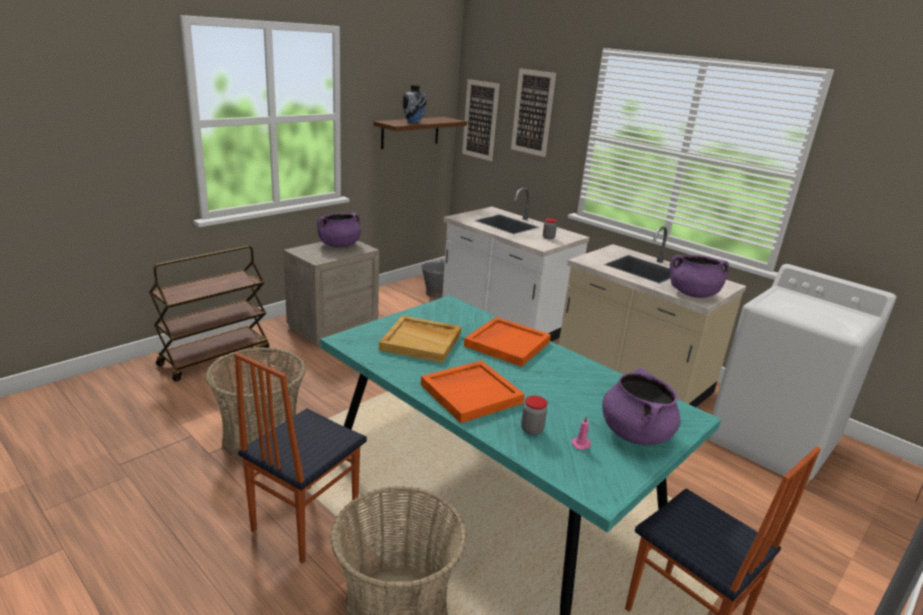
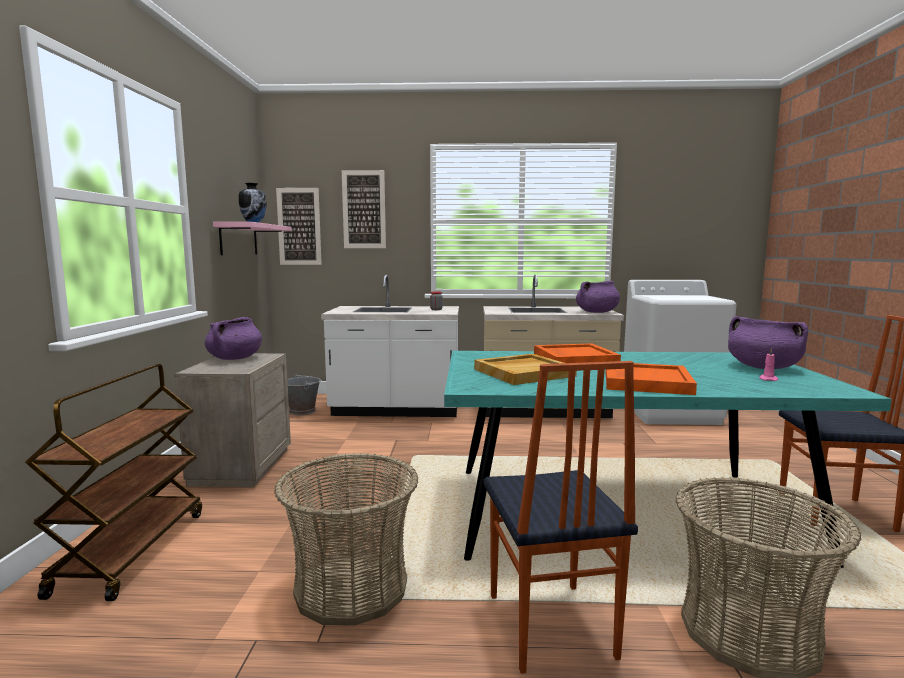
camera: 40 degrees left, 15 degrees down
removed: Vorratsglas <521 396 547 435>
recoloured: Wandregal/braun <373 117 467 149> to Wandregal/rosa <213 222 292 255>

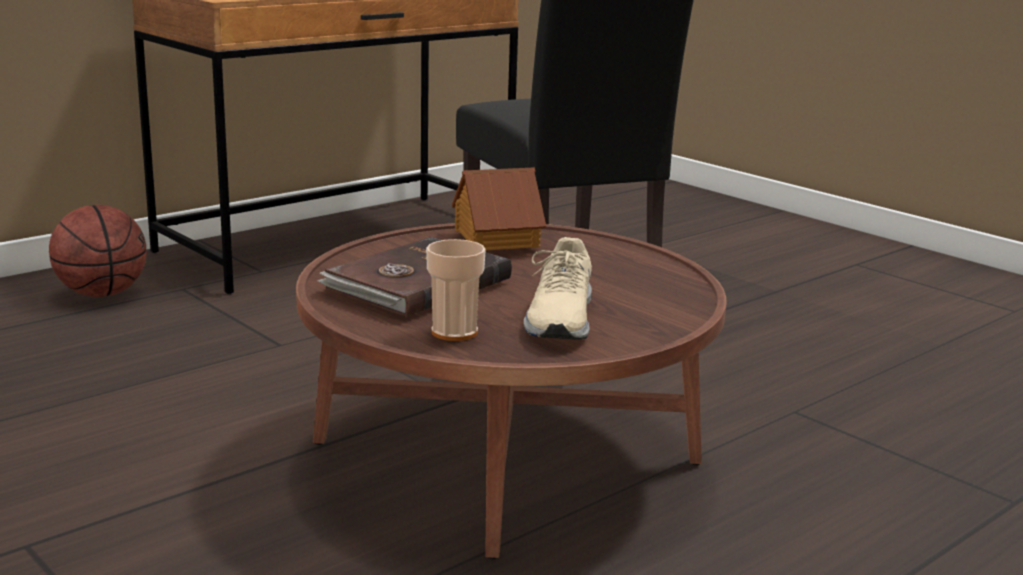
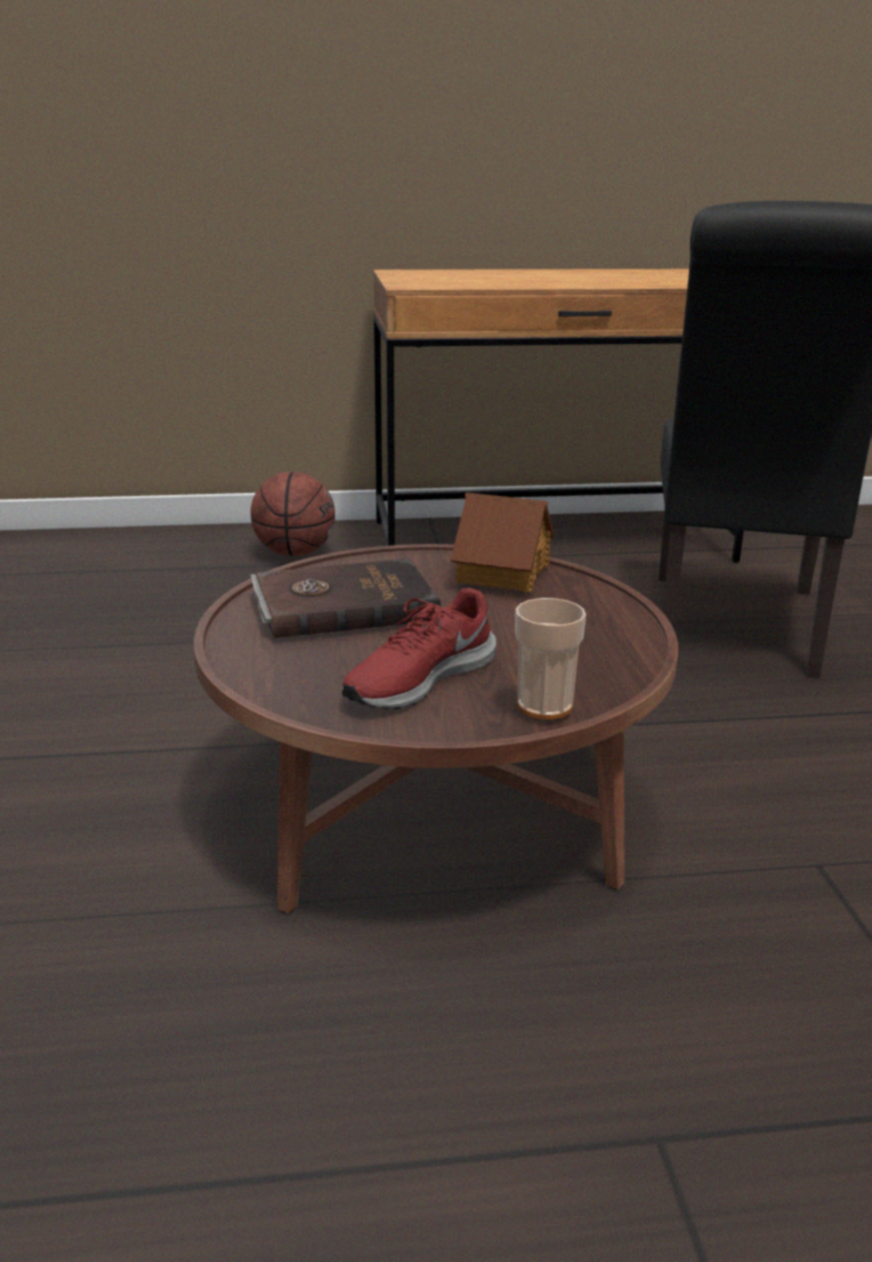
camera: 35 degrees right, 5 degrees up
moved: Tasse <426 239 486 341> to <515 598 586 719>
recoloured: Schuh/beige <524 237 592 340> to Schuh/rot <342 588 496 709>

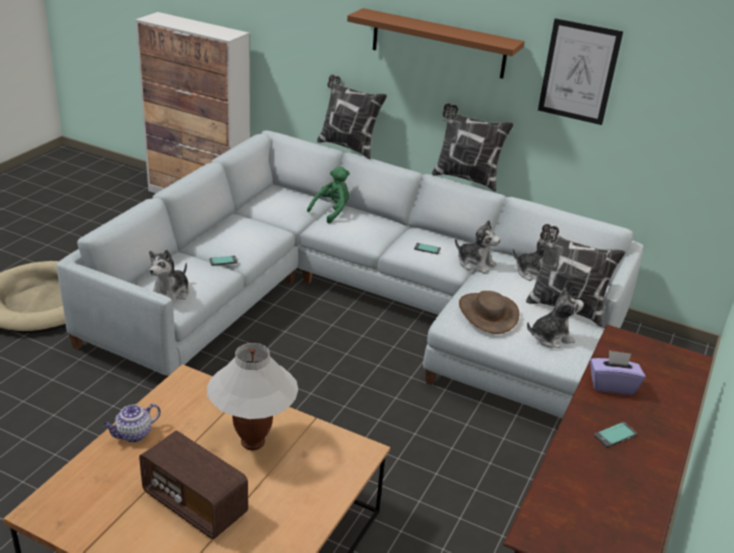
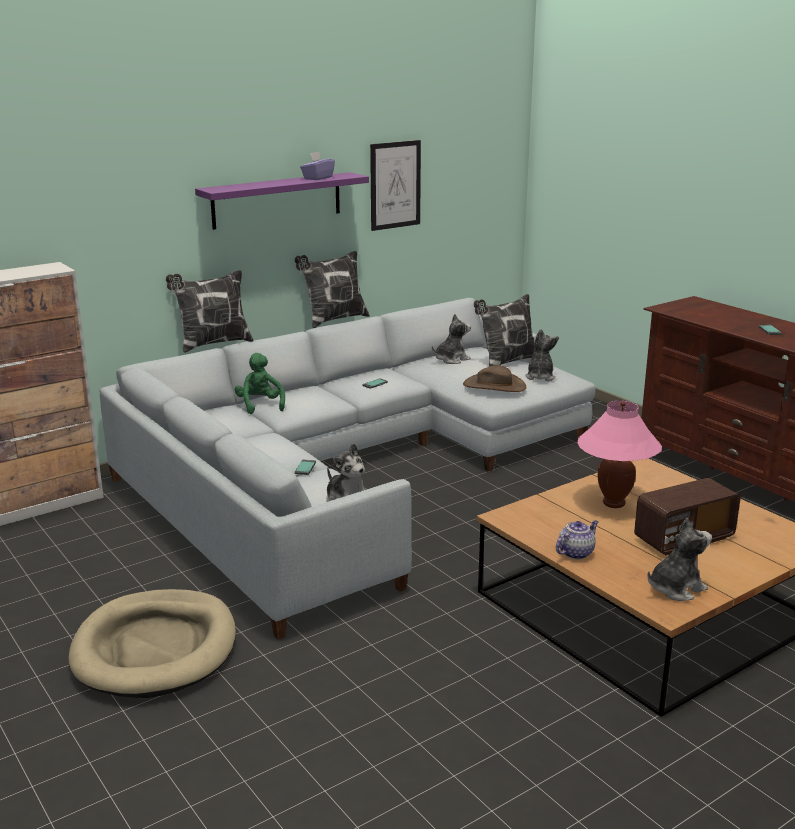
camera: 60 degrees left, 10 degrees down
moved: Taschentuchbox/lila <590 350 645 395> to <300 152 335 180>; Plüschtier <455 220 501 274> to <648 517 712 601>
recoloured: Wandregal/braun <347 8 524 79> to Wandregal/lila <195 172 369 230>; Tischlampe/weiß <207 343 298 450> to Tischlampe/rosa <577 401 662 508>
turned: Teekanne <103 404 161 442> = <556 520 598 559> 120 degrees counterclockwise

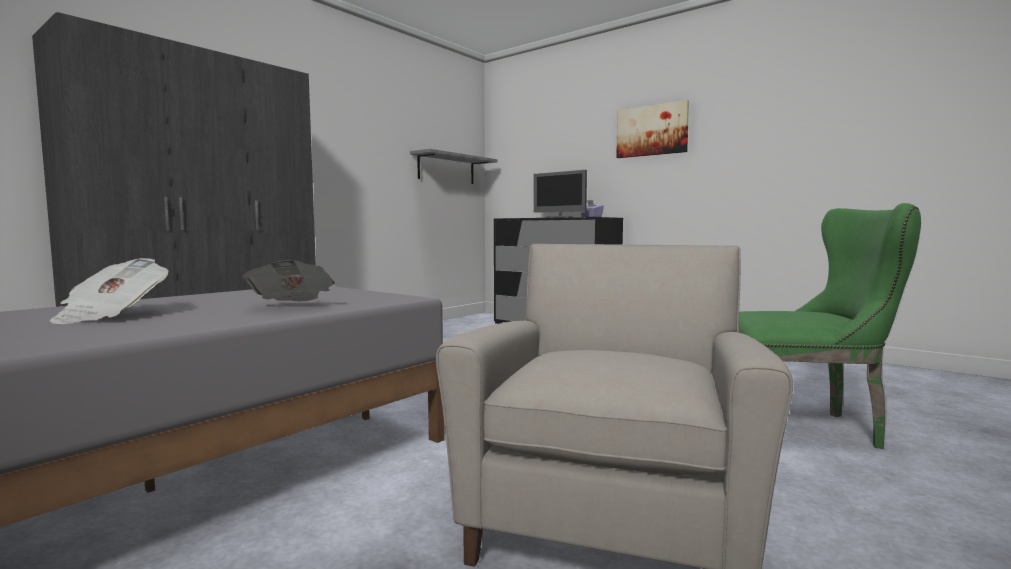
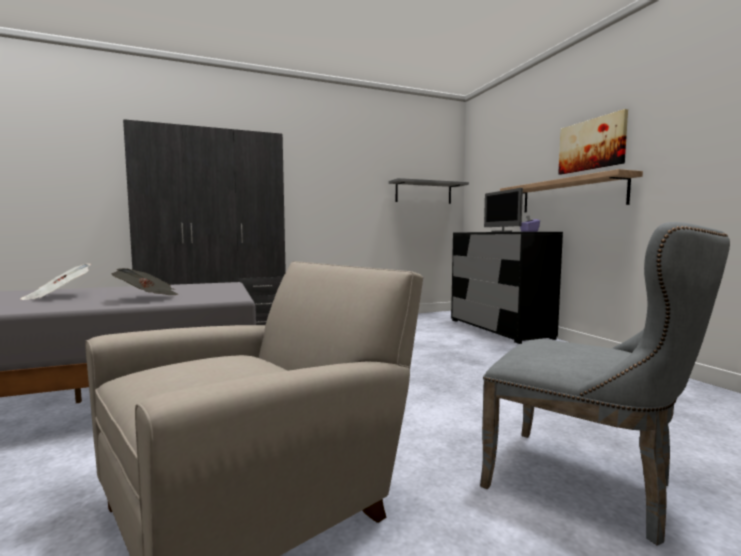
camera: 30 degrees right, 0 degrees up
added: Wandregal <500 169 643 212>
recoloured: Stuhl/grün <739 203 921 449> to Stuhl/grau <480 222 730 546>

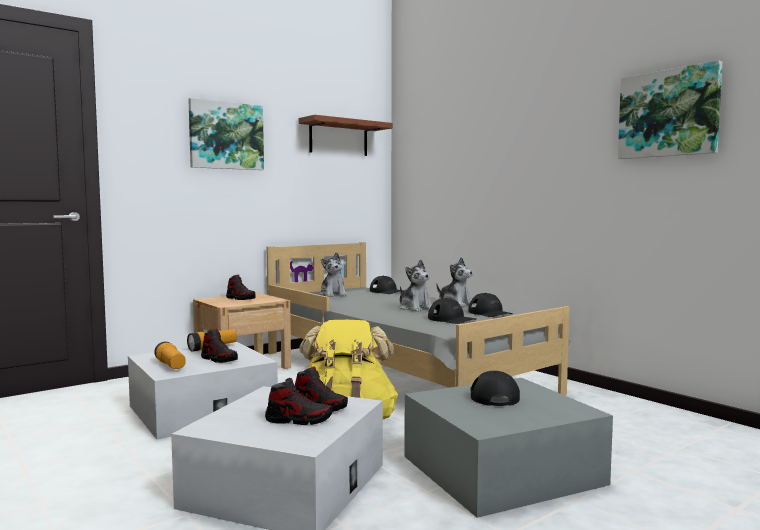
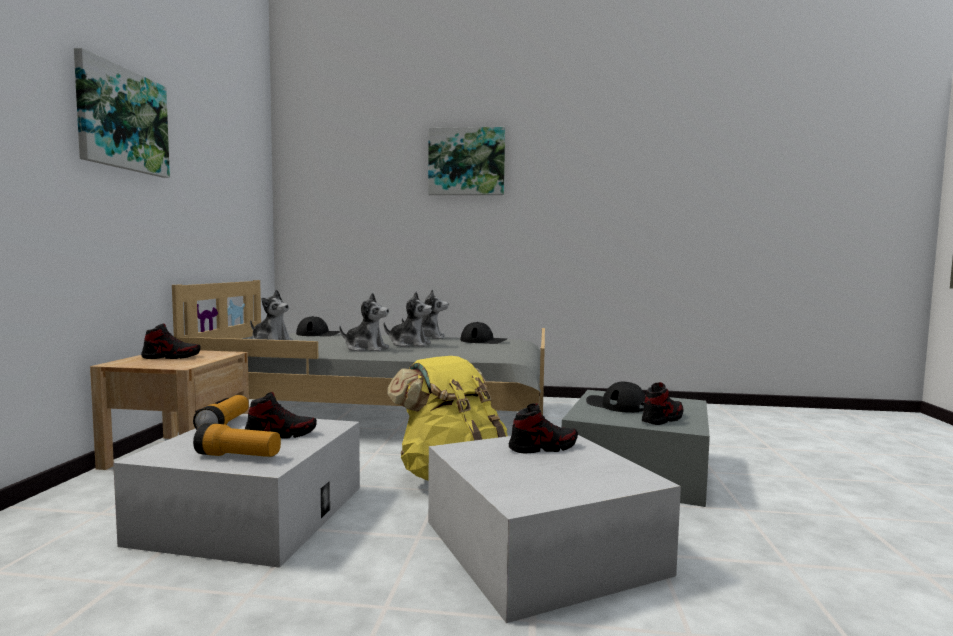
camera: 45 degrees left, 0 degrees up
removed: Wandregal/braun <298 115 393 156>; Kappe/schwarz <428 298 477 324>
added: Plüschtier <339 293 389 352>
moved: Bild <618 61 722 159> to <428 127 505 195>; Schuh <265 378 333 425> to <642 382 683 425>

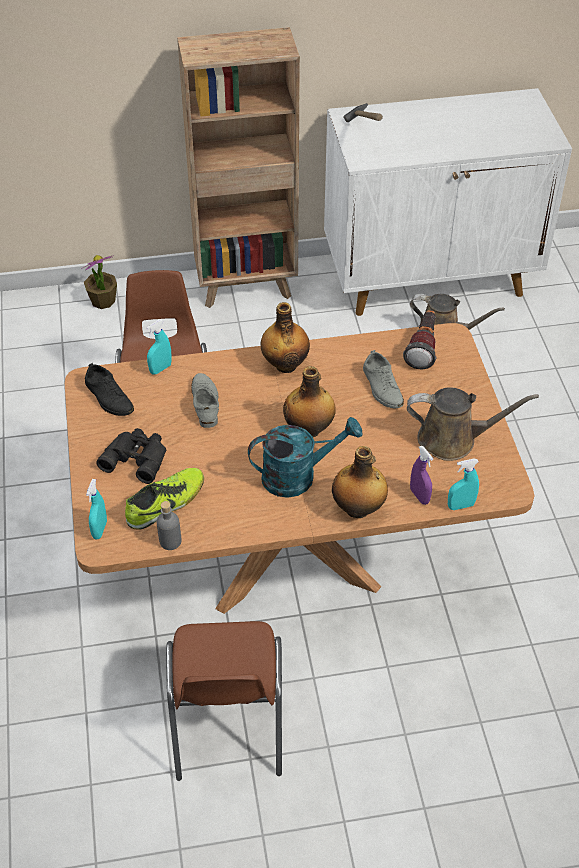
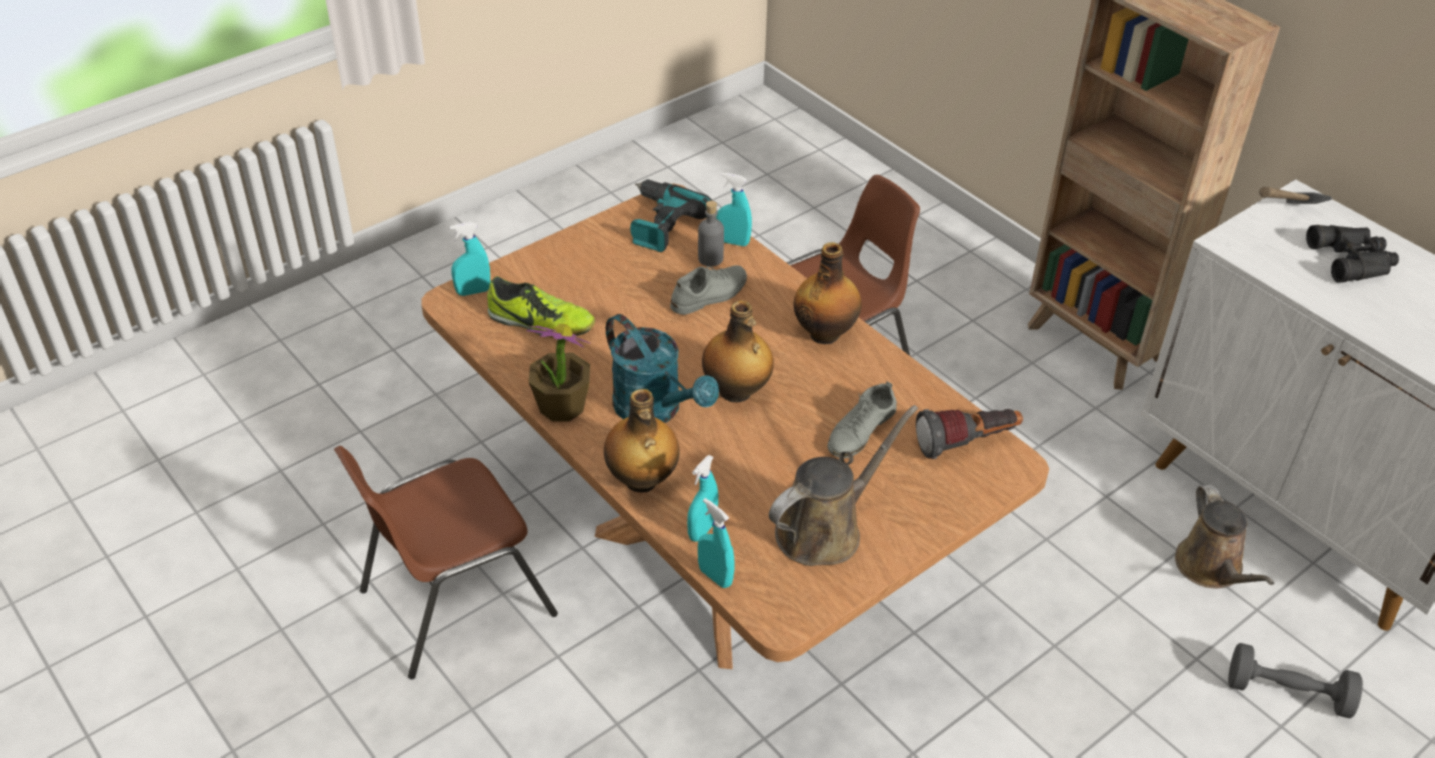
camera: 60 degrees right, 5 degrees down
added: Hantel/grau <1228 643 1363 718>
moved: Topfpflanze <81 255 117 309> to <527 324 590 422>; Flasche/grau <157 501 182 550> to <698 201 724 267>; Fernglas/schwarz <96 428 167 484> to <1306 225 1399 283>
replaced: Schuh/schwarz <85 363 134 416> to Bohrmaschine <630 179 712 252>
recoloured: Sprühflasche/lila <410 446 433 505> to Sprühflasche/türkis <687 455 718 542>
turned: Gießkanne/braun <407 387 539 461> = <769 405 918 566> 105 degrees counterclockwise

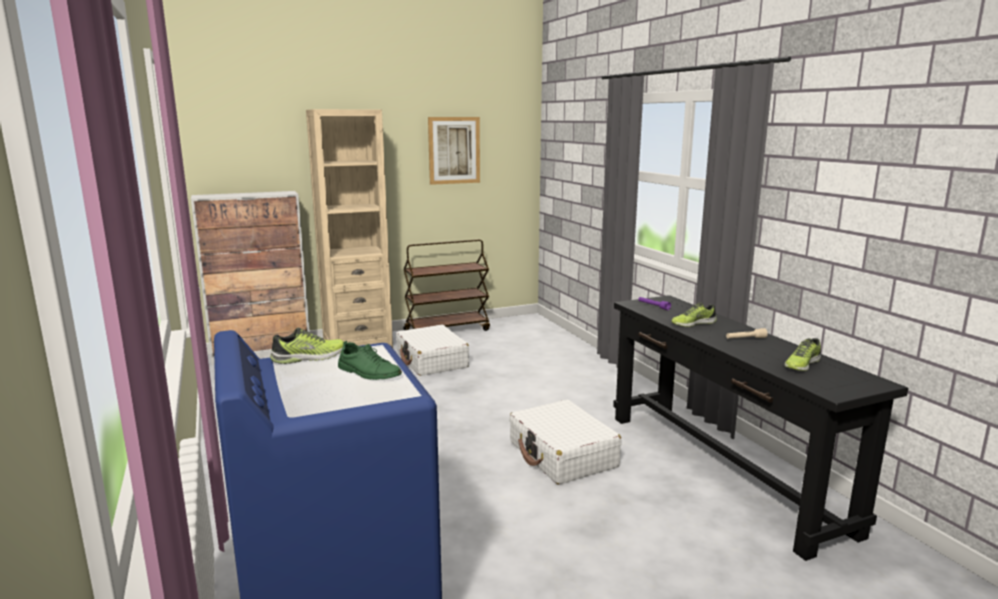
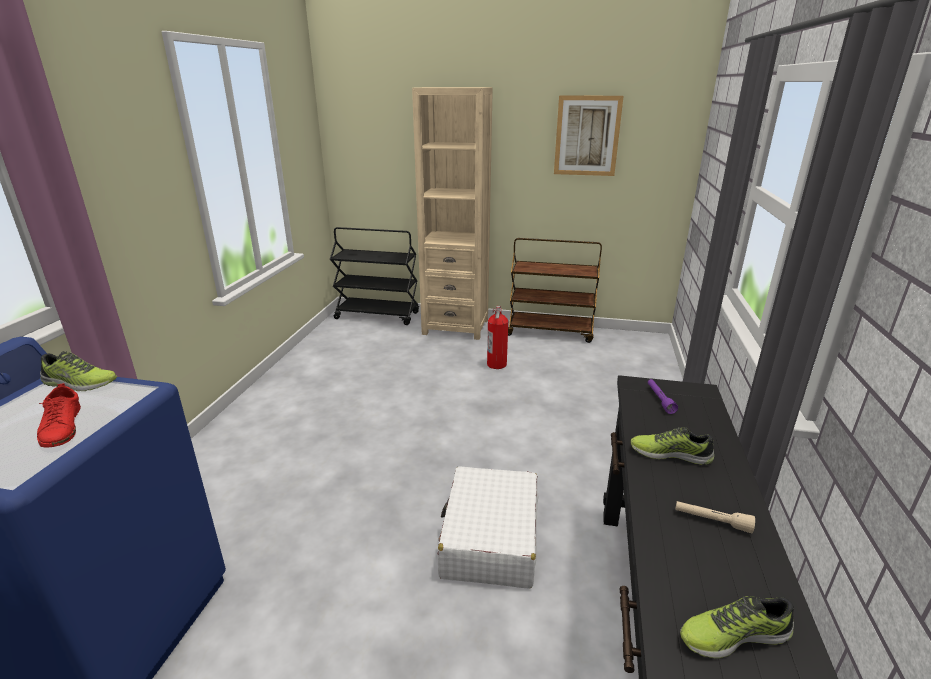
camera: 35 degrees right, 10 degrees up
replaced: Schrank <191 191 310 365> to Rollwagen/schwarz <330 227 419 325>; Koffer/weiß <396 325 469 376> to Feuerlöscher <487 306 508 369>
recoloured: Schuh/grün <338 341 402 380> to Schuh/rot <37 383 81 448>

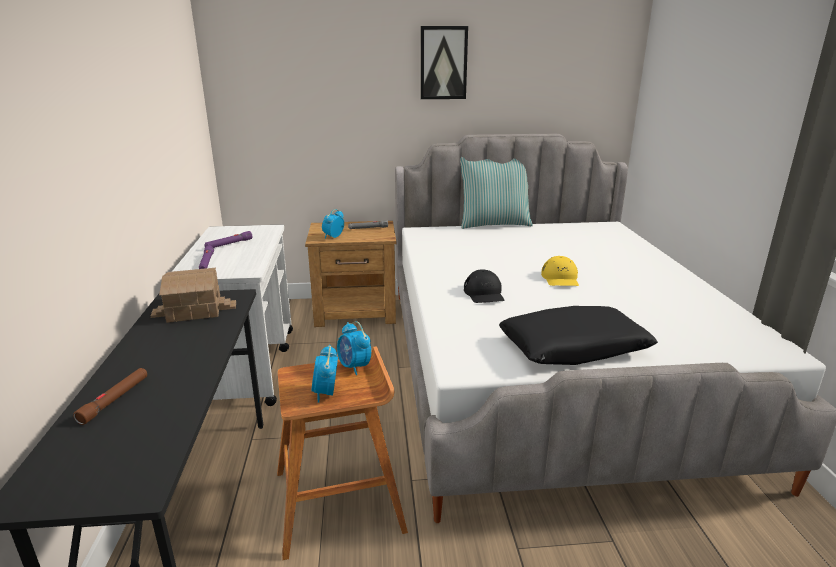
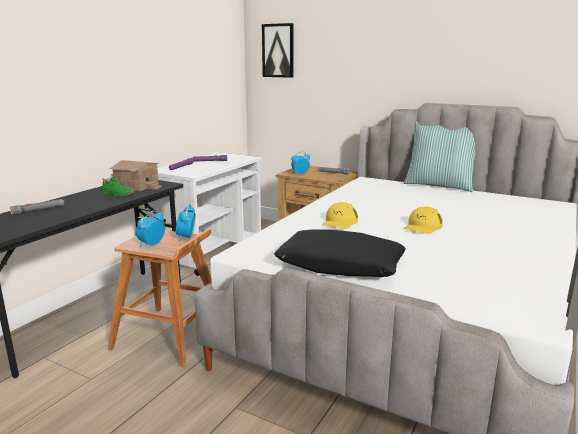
camera: 35 degrees right, 5 degrees down
added: Schuh/grün <102 174 135 197>
moved: Bild <420 26 468 99> to <262 23 294 78>
recoloured: Taschenlampe/braun <73 368 147 425> to Taschenlampe/grau <10 199 65 215>; Kappe/schwarz <464 269 504 303> to Kappe/gelb <322 202 358 229>

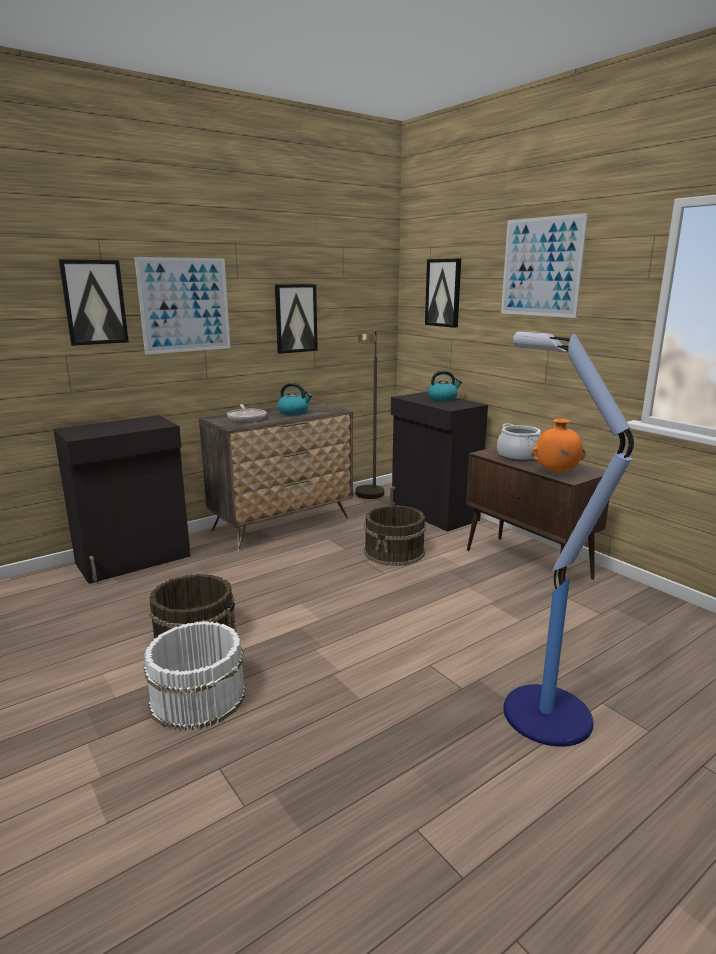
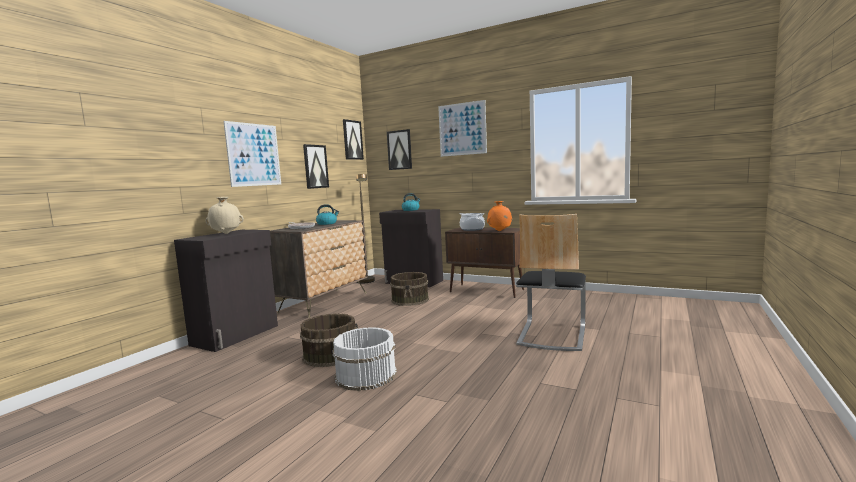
camera: 25 degrees left, 10 degrees down
added: Vase/beige <206 197 244 234>
moved: Bild <58 259 129 346> to <343 119 364 160>
replaced: Stehlampe <503 331 634 747> to Stuhl <516 214 586 351>

